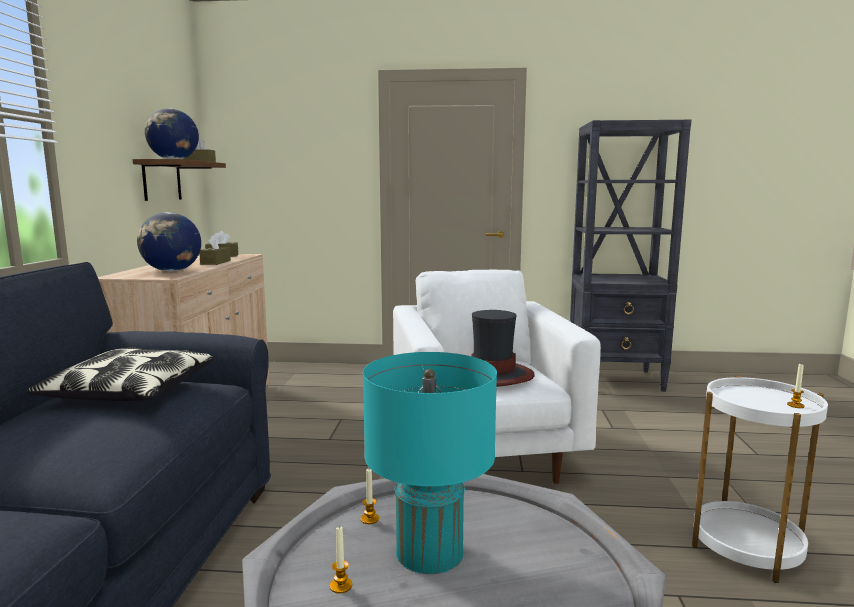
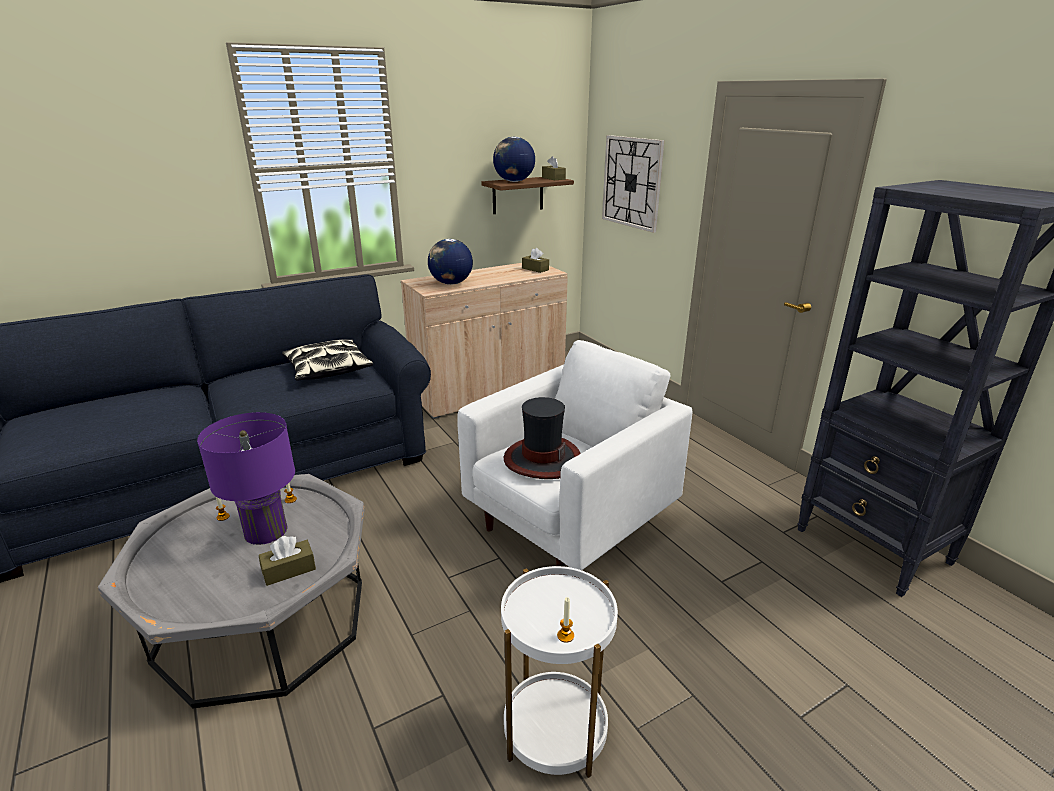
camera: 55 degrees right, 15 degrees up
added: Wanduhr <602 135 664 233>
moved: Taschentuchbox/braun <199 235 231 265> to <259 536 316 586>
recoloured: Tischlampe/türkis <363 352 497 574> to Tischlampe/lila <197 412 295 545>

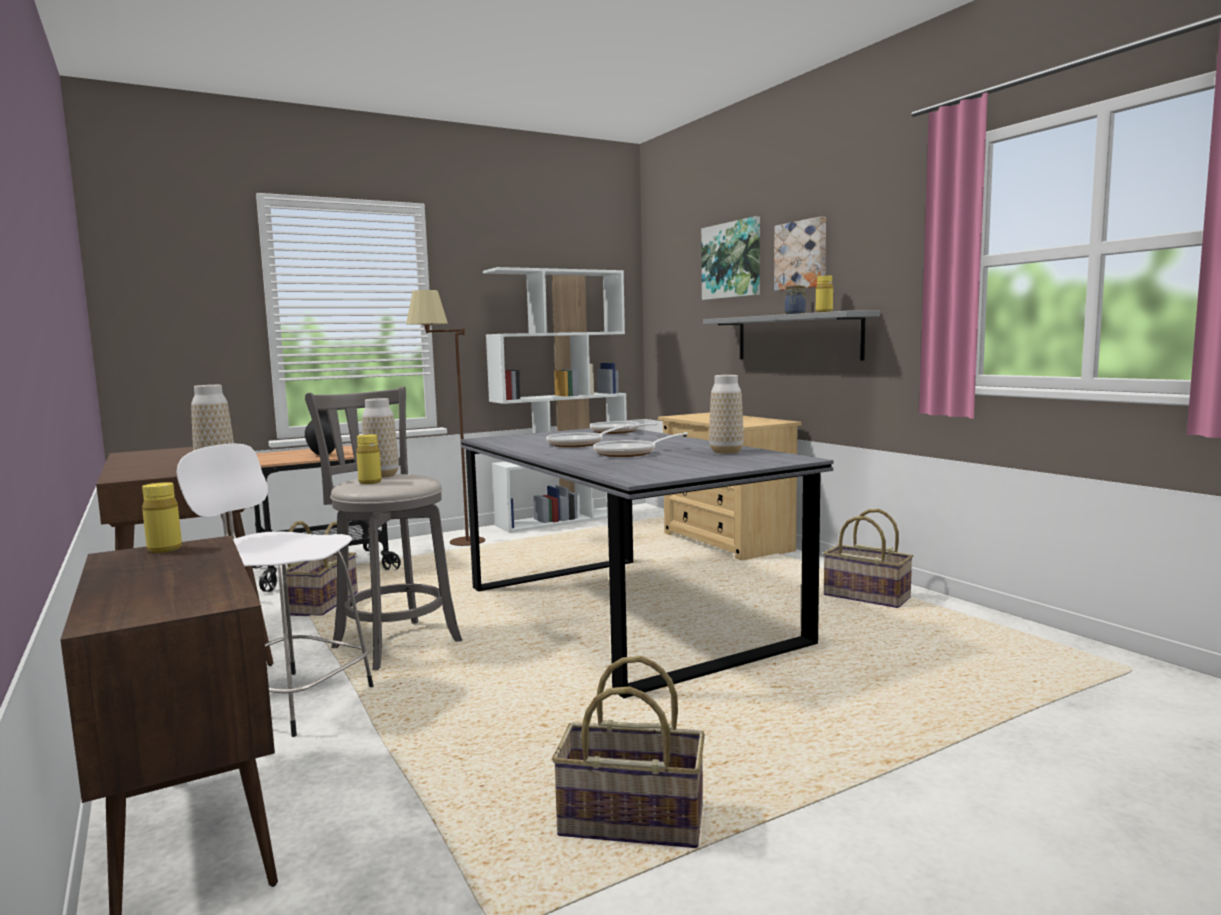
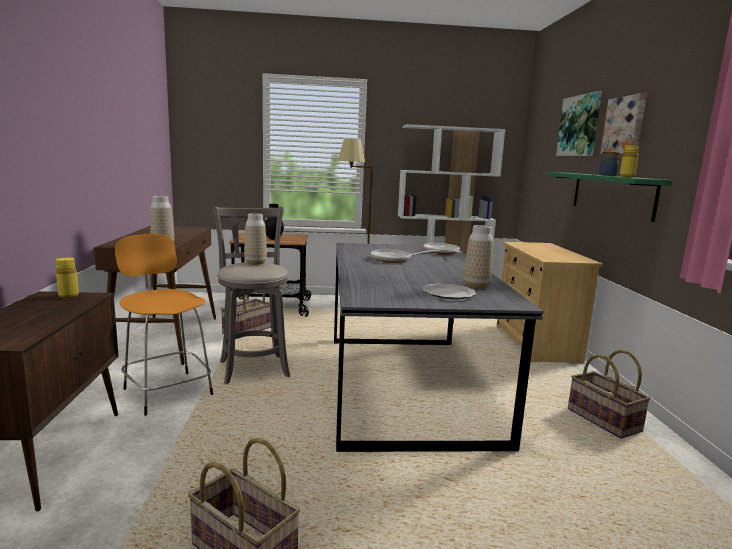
camera: 25 degrees right, 5 degrees up
removed: Flasche/gelb <356 434 382 484>; Pfanne <593 432 688 457>
added: Teller <422 283 476 299>
recoloured: Hocker/weiß <177 443 374 737> to Hocker/orange <115 234 213 416>; Wandregal/grau <703 310 880 361> to Wandregal/grün <546 172 673 222>

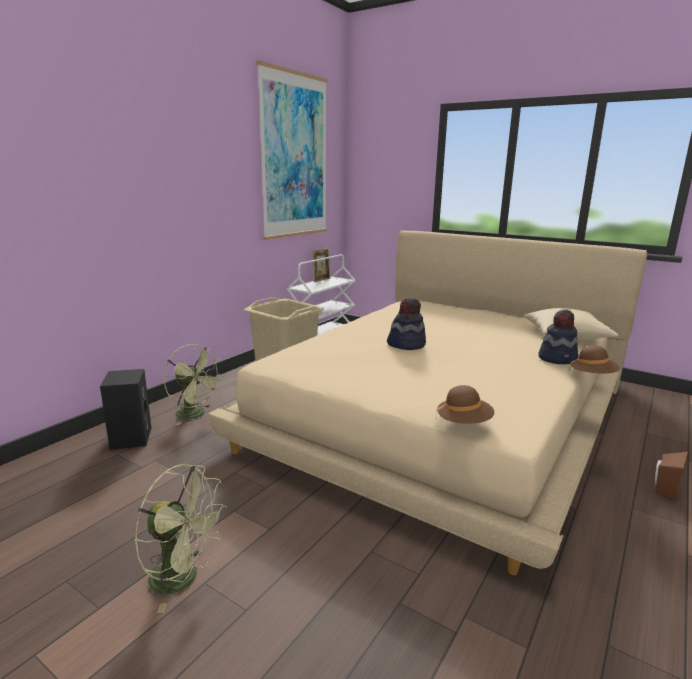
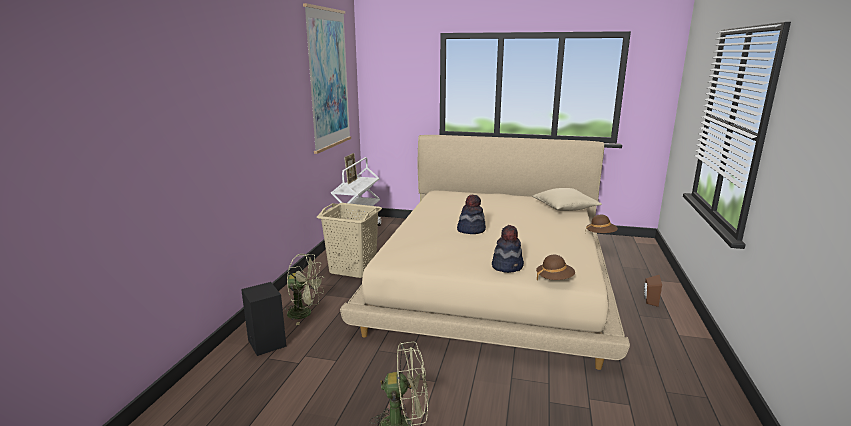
camera: 20 degrees left, 0 degrees up
moved: Hut <538 309 579 364> to <492 225 524 273>

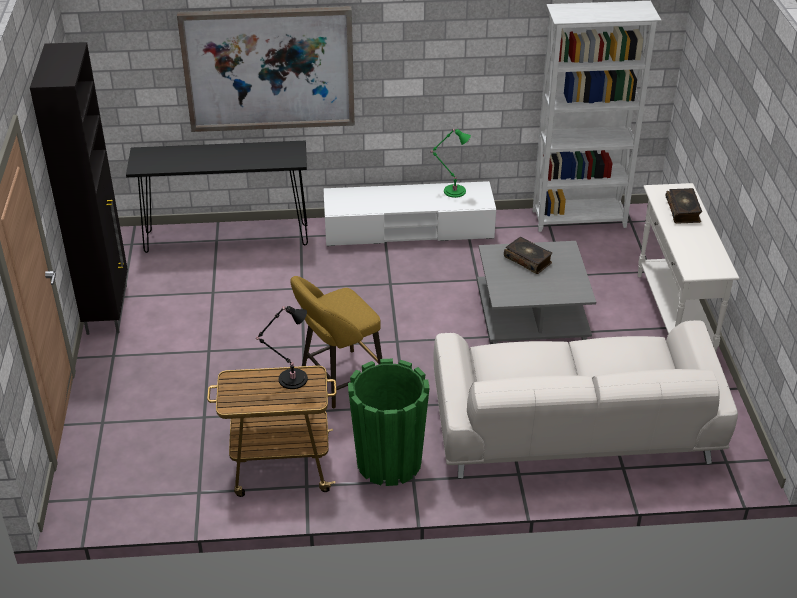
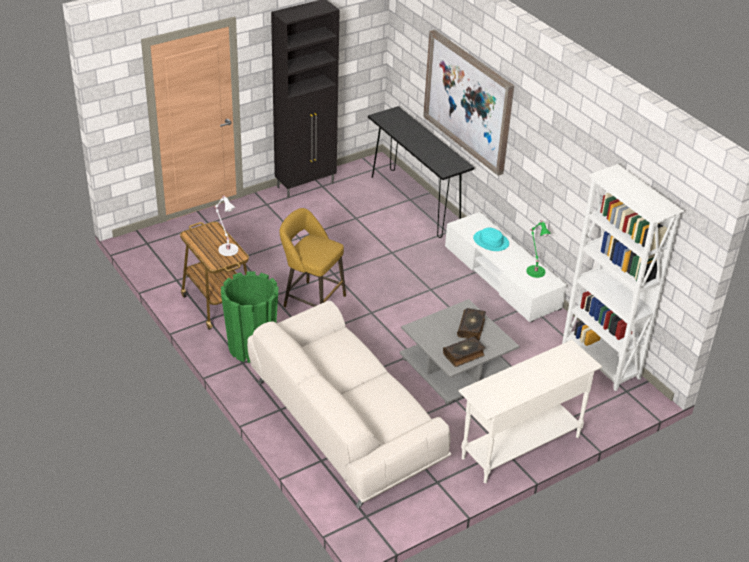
camera: 60 degrees right, 0 degrees up
added: Hut/türkis <473 228 509 251>
moved: Buch <666 188 702 224> to <443 336 485 367>
recoloured: Tischlampe/schwarz <255 306 308 389> to Tischlampe/weiß <214 195 238 256>

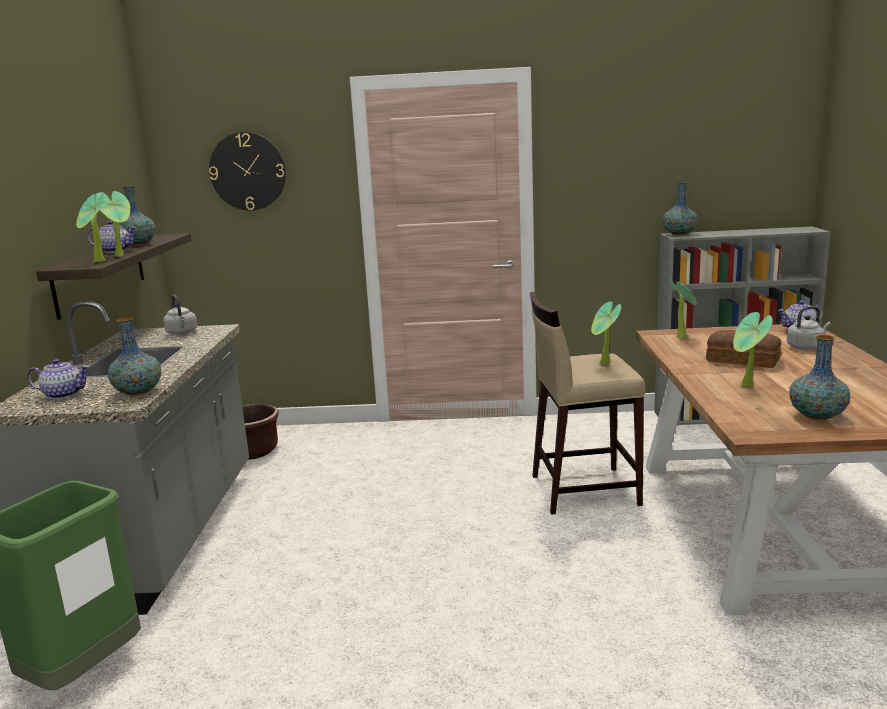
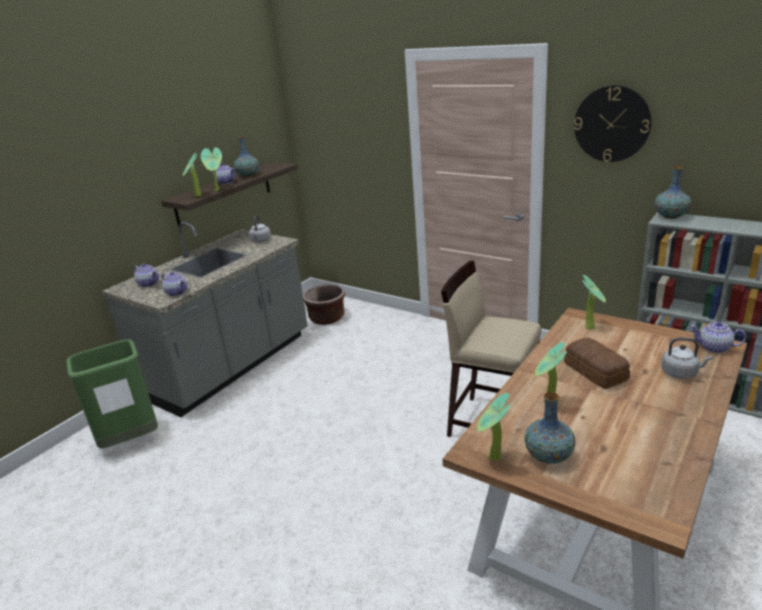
camera: 35 degrees right, 10 degrees up
moved: Topfpflanze <591 302 621 365> to <477 393 510 461>; Wanduhr <209 132 286 211> to <574 85 652 162>
replaced: Vase <108 317 161 396> to Teekanne <162 272 188 296>

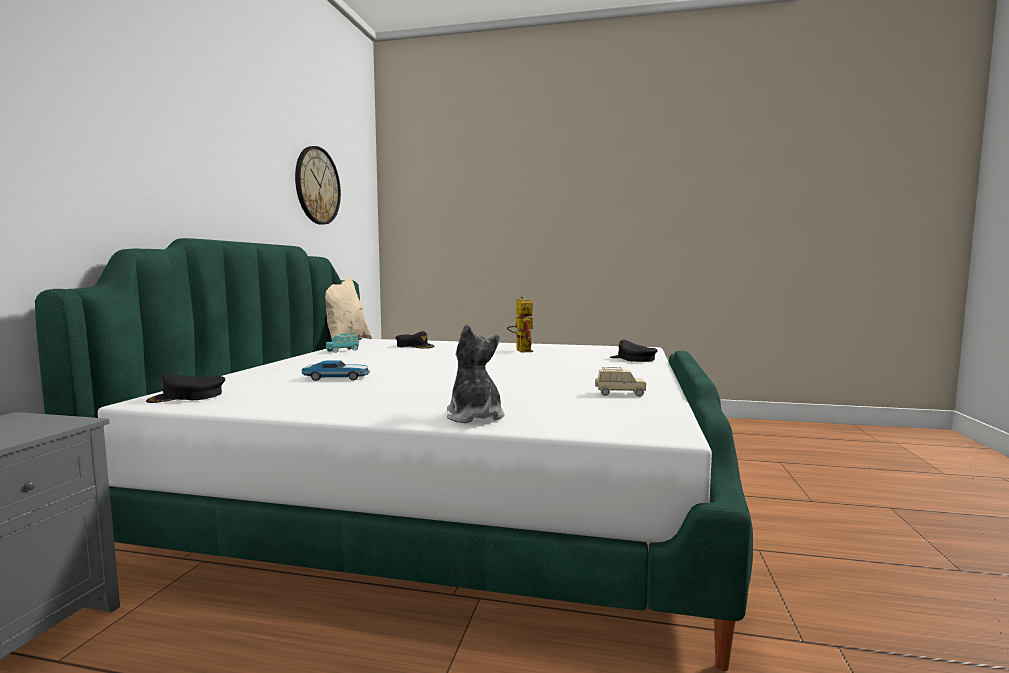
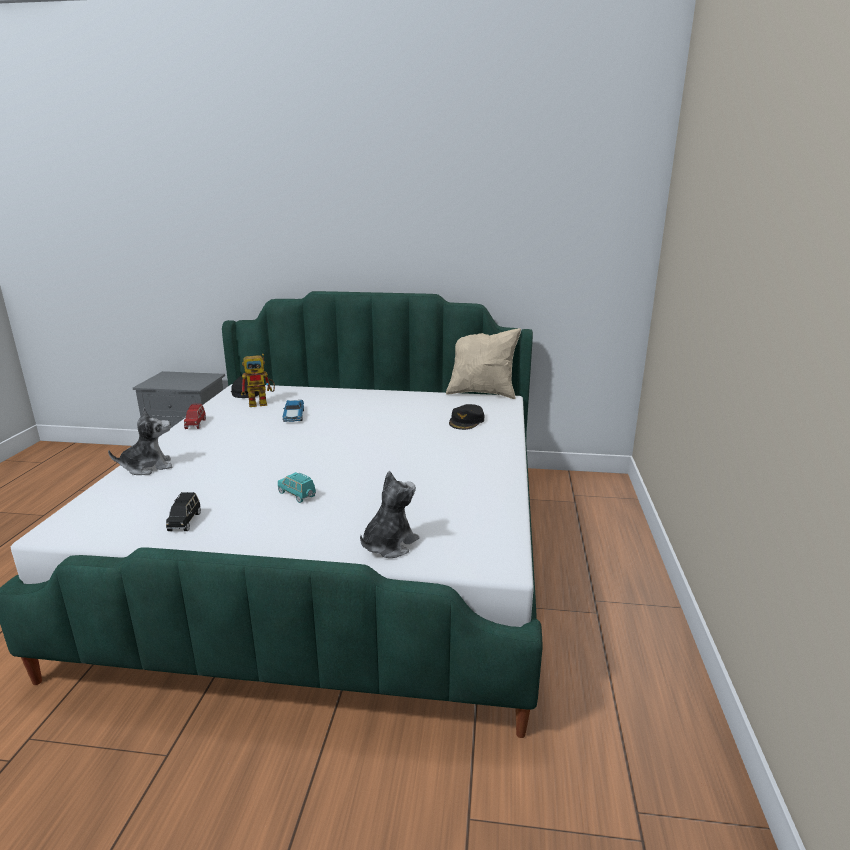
camera: 85 degrees right, 15 degrees up
removed: Wanduhr <295 146 341 225>
added: Spielzeugauto/rot <184 404 206 429>
moved: Spielzeugroboter <507 296 533 353> to <241 354 275 407>; Spielzeugauto/türkis <326 333 359 353> to <278 472 316 503>
replaced: Kappe/schwarz <609 340 658 362> to Plüschtier <360 471 419 558>
recoloured: Spielzeugauto/beige <595 367 646 397> to Spielzeugauto/schwarz <166 492 201 531>

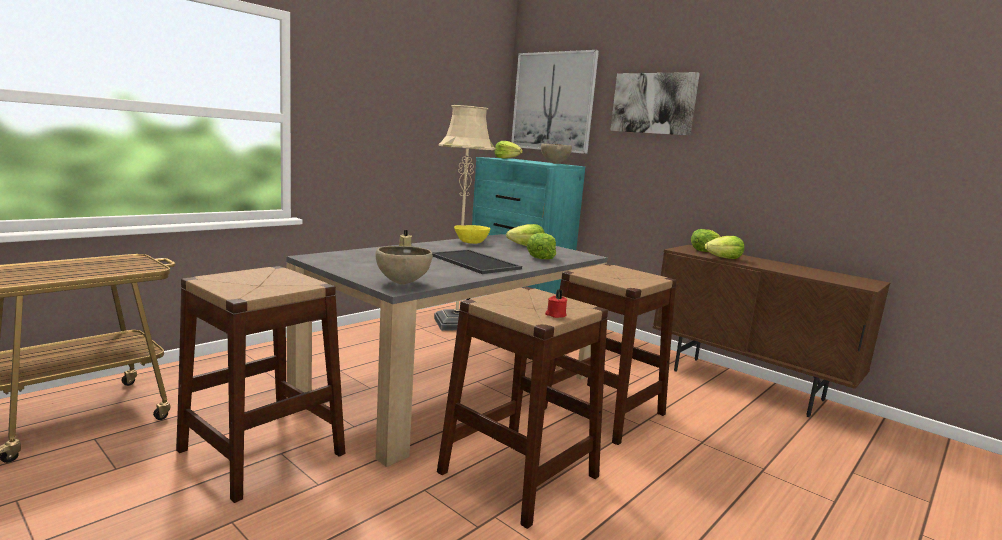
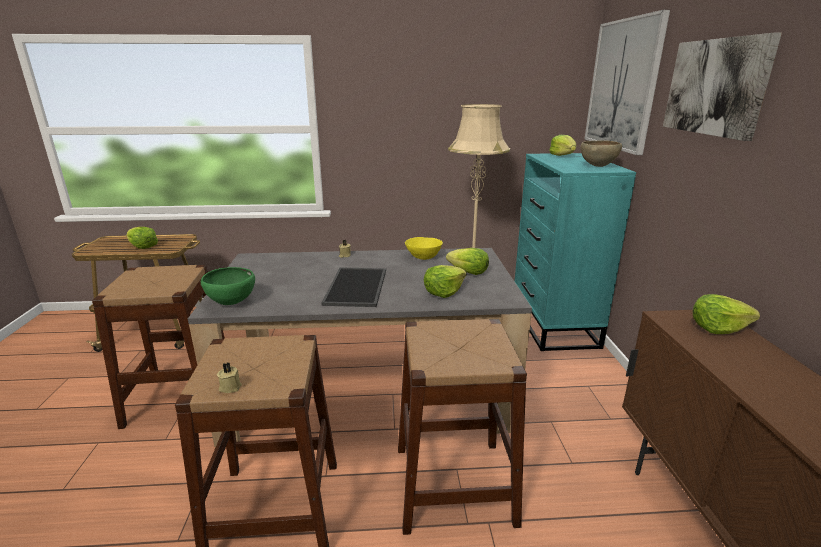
camera: 45 degrees right, 10 degrees up
moved: Salatkopf <704 236 744 259> to <126 227 158 249>
recoloured: Schüssel/braun <375 246 433 284> to Schüssel/grün <201 267 255 305>; Kerze/rot <545 290 567 318> to Kerze/beige <217 362 242 393>

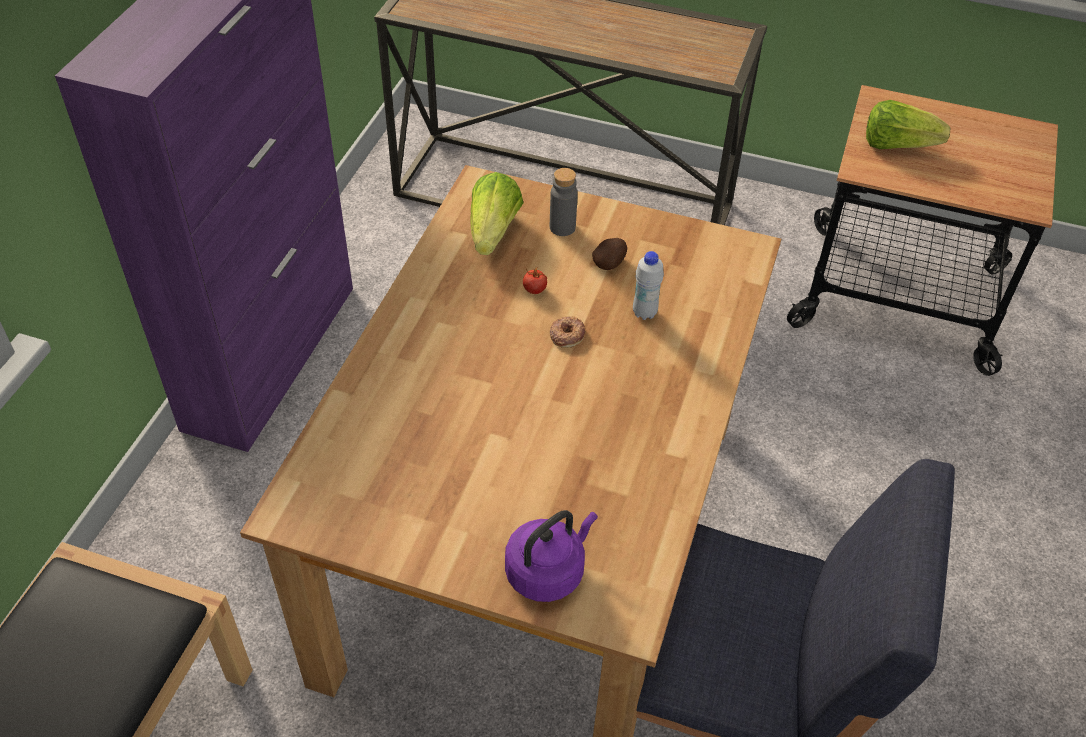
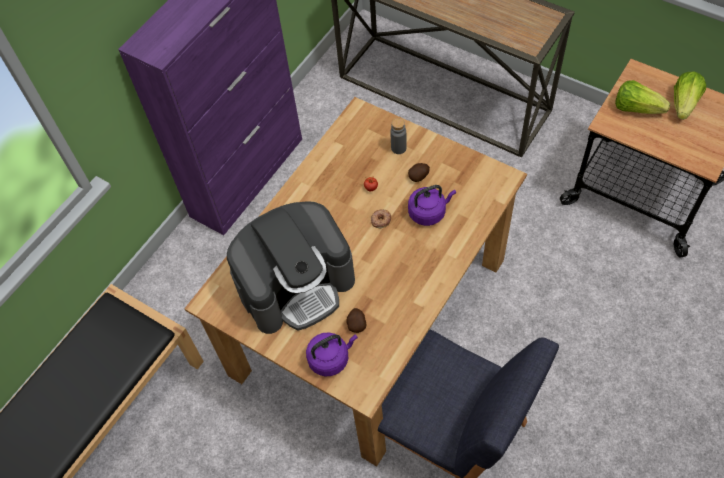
camera: 20 degrees right, 10 degrees up
added: Kaffeemaschine <227 201 355 334>; Kartoffel <346 308 366 333>
moved: Salatkopf <470 172 523 255> to <674 71 706 120>
replaced: Flasche/weiß <633 251 664 320> to Wasserkessel/lila <408 185 456 226>

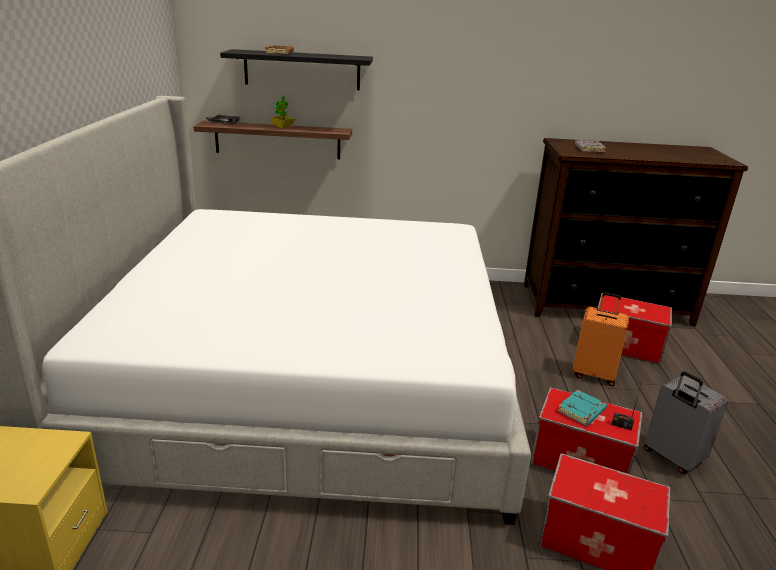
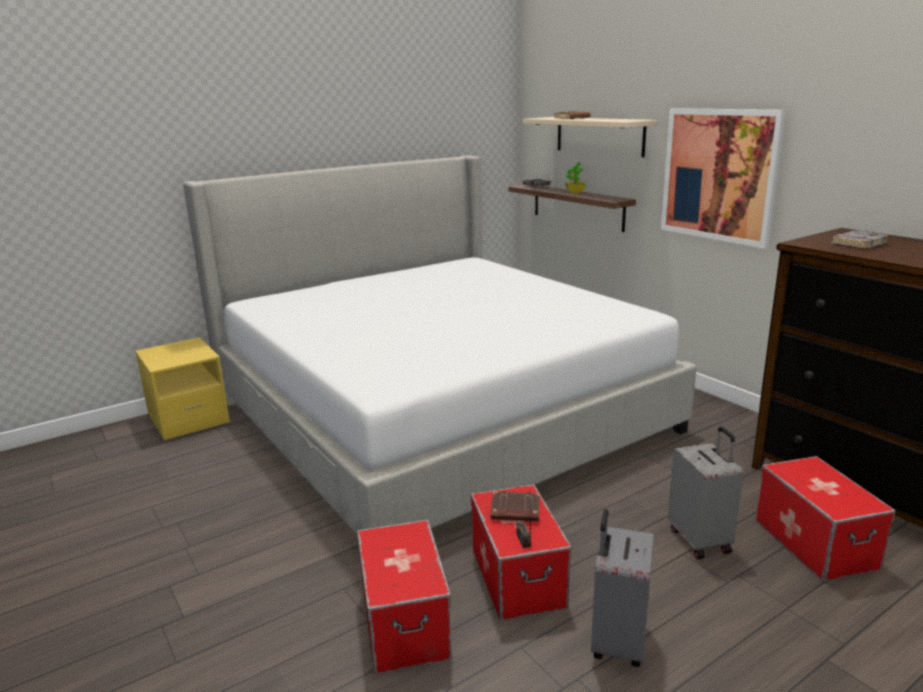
camera: 55 degrees right, 5 degrees down
added: Bild <661 108 786 249>
recoloured: Buch/türkis <557 390 607 426> to Buch/braun <491 491 540 522>; Wandregal/schwarz <220 49 373 90> to Wandregal/beige <522 117 657 157>; Koffer/orange <573 292 629 386> to Koffer/grau <668 426 743 559>

